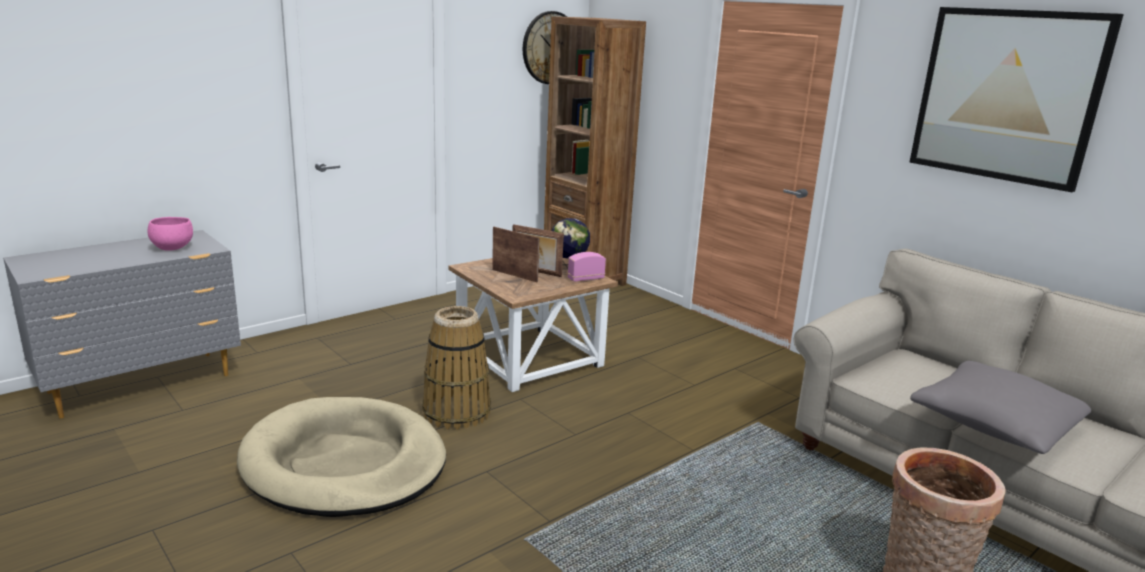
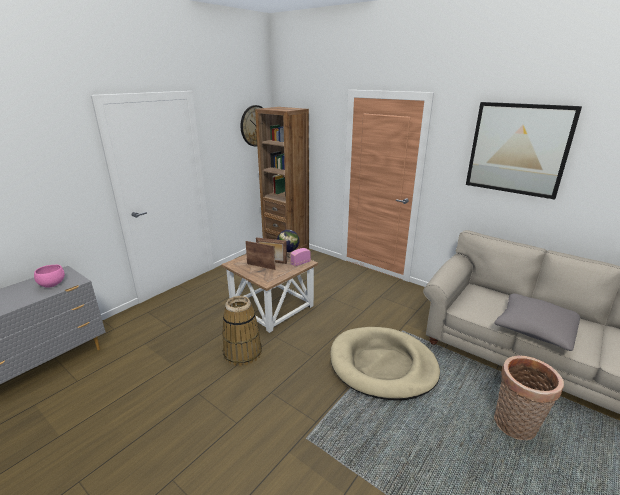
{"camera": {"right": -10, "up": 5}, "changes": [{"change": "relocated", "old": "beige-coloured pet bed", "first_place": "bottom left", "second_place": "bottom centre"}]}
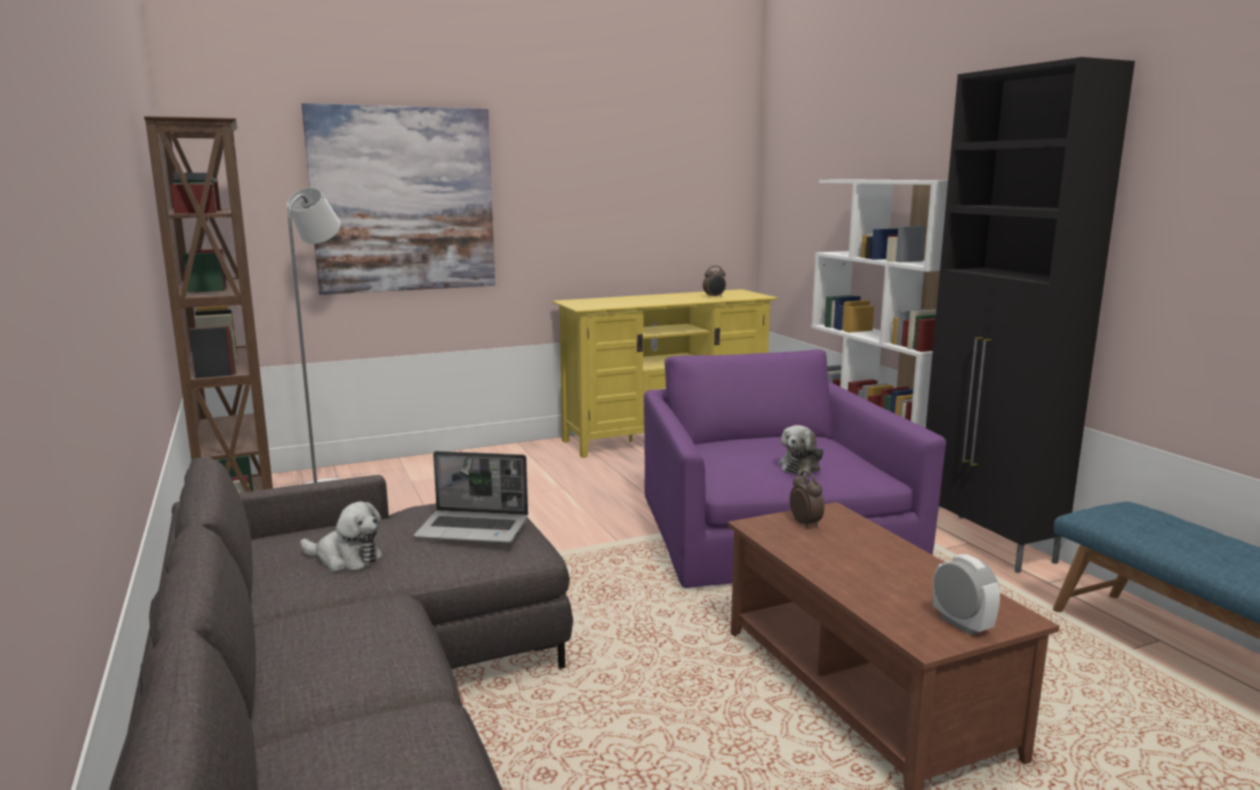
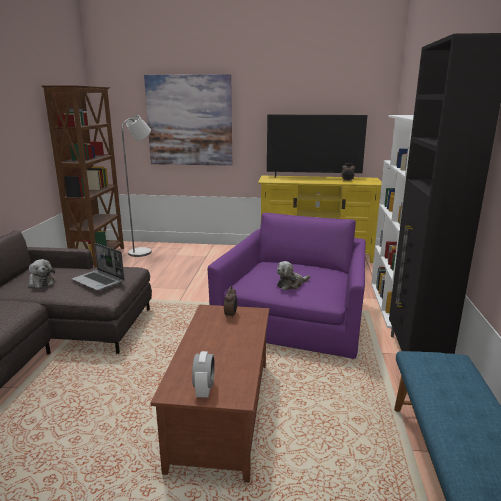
{"camera": {"right": 30, "up": 5}, "changes": [{"change": "appeared", "new": "television", "second_place": "top centre"}]}
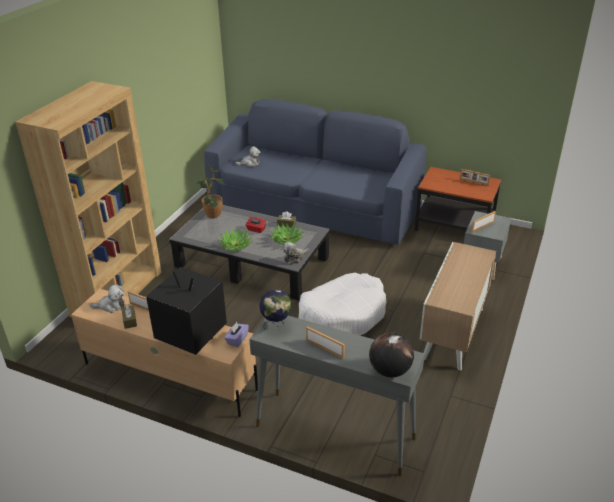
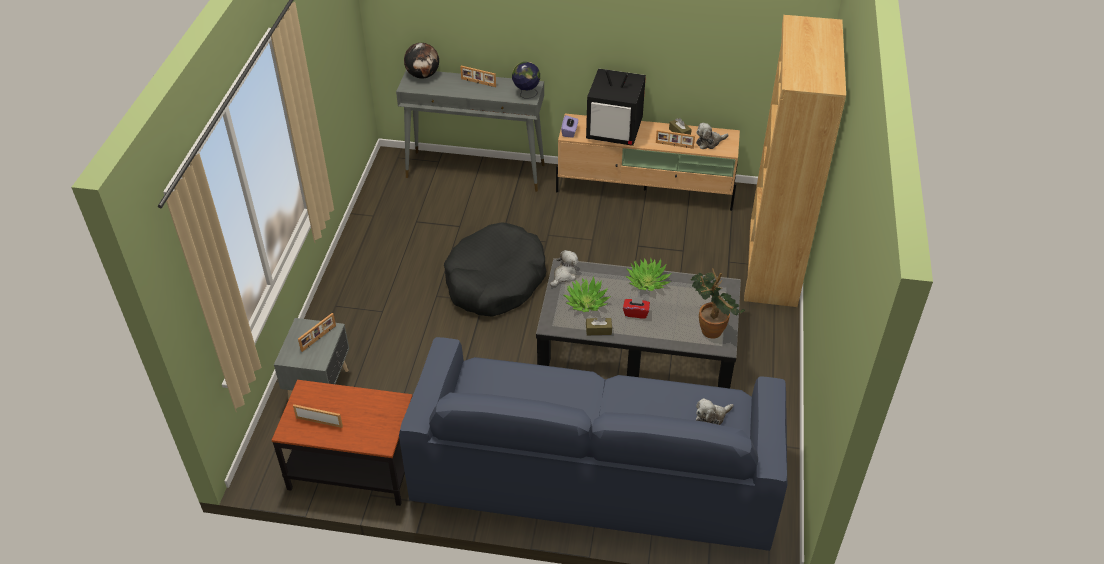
{"camera": {"right": 165, "up": 10}, "changes": [{"change": "colour", "old": "whitish pet bed", "new": "blackish pet bed", "first_place": "centre", "second_place": "centre"}, {"change": "missing", "old": "cabinet", "first_place": "middle right"}]}
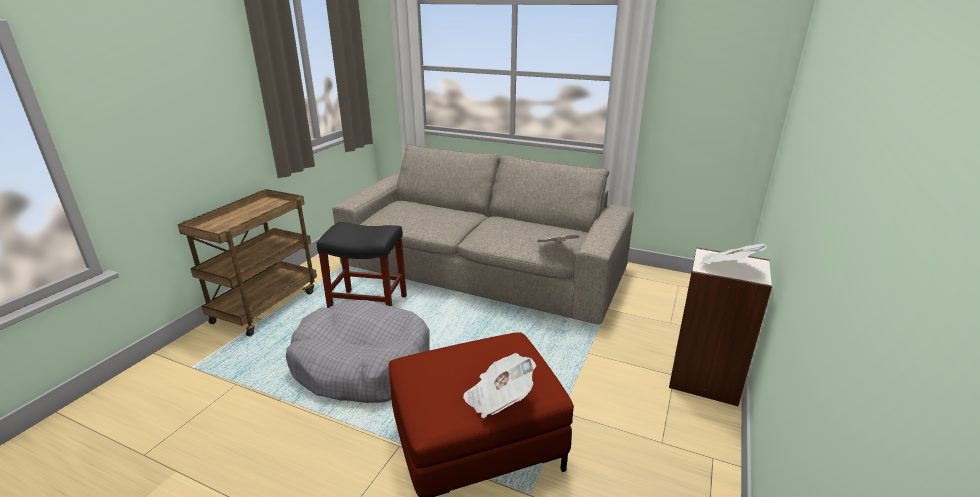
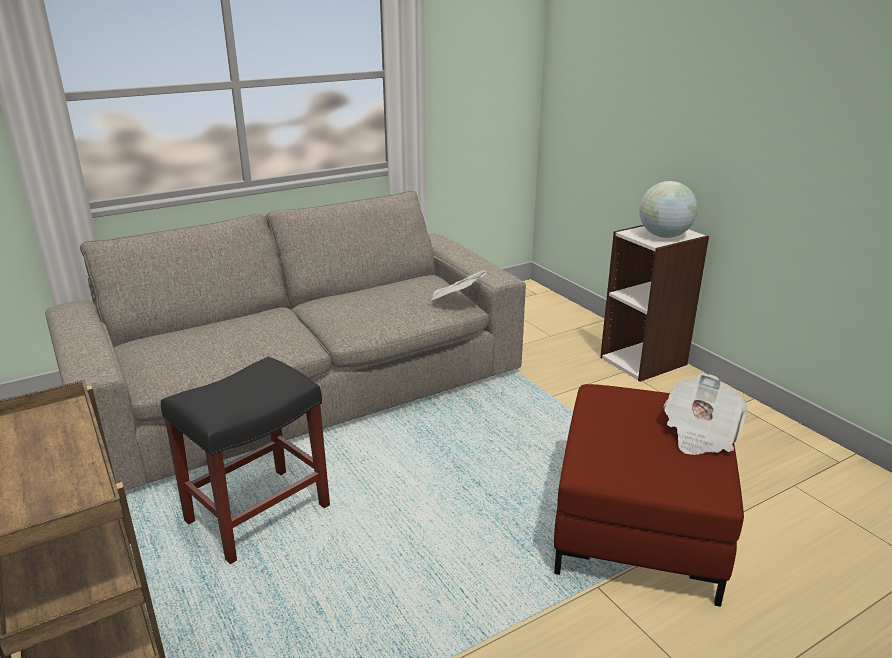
{"camera": {"right": -55, "up": 0}, "changes": [{"change": "exchanged", "old": "printed paper (no. 3 from left)", "new": "globe", "first_place": "middle right", "second_place": "top right"}, {"change": "missing", "old": "grey pet bed", "first_place": "bottom centre"}]}
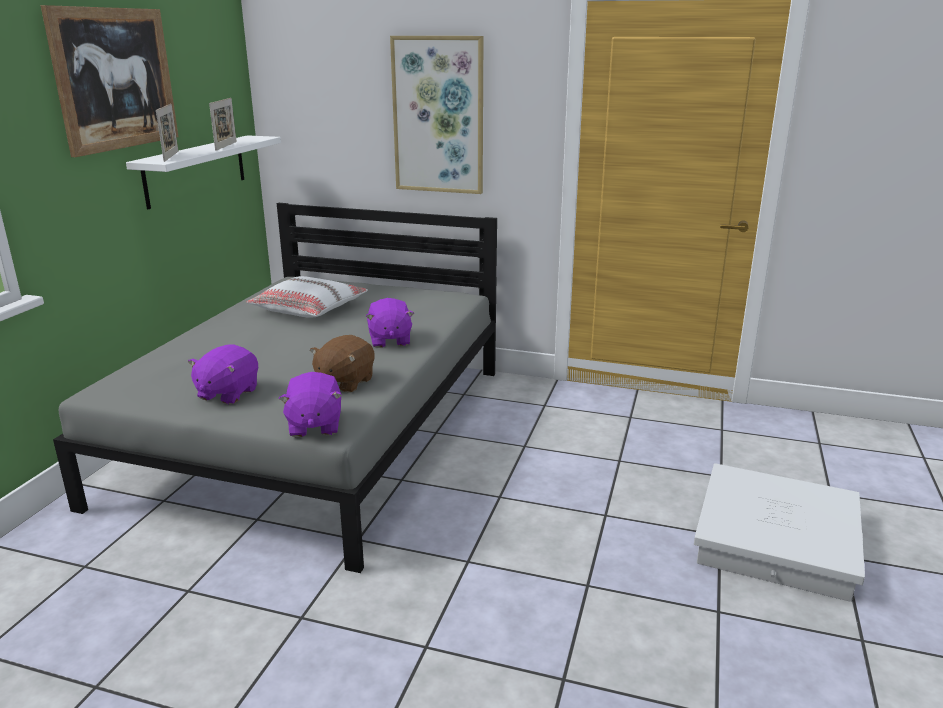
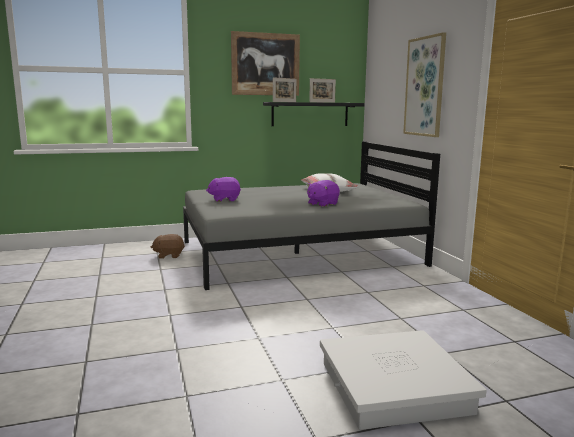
{"camera": {"right": 55, "up": -10}, "changes": [{"change": "relocated", "old": "brown cuddly toy", "first_place": "centre", "second_place": "middle left"}, {"change": "colour", "old": "whitish bracket shelf", "new": "blackish bracket shelf", "first_place": "top left", "second_place": "top centre"}, {"change": "missing", "old": "purple-coloured cuddly toy (no. 2 from left)", "first_place": "middle left"}]}
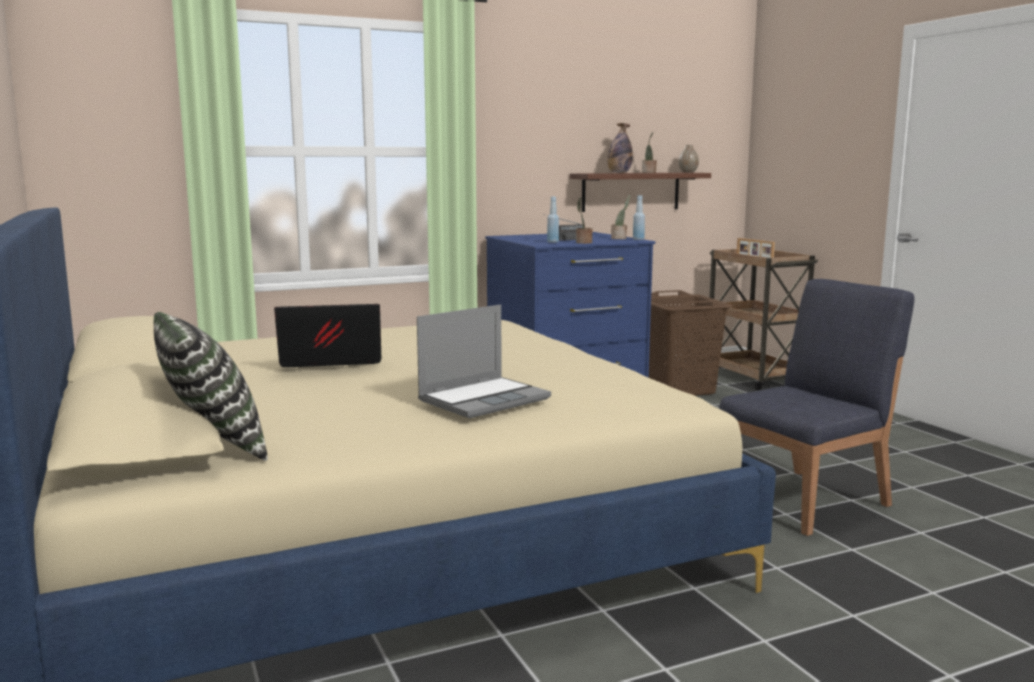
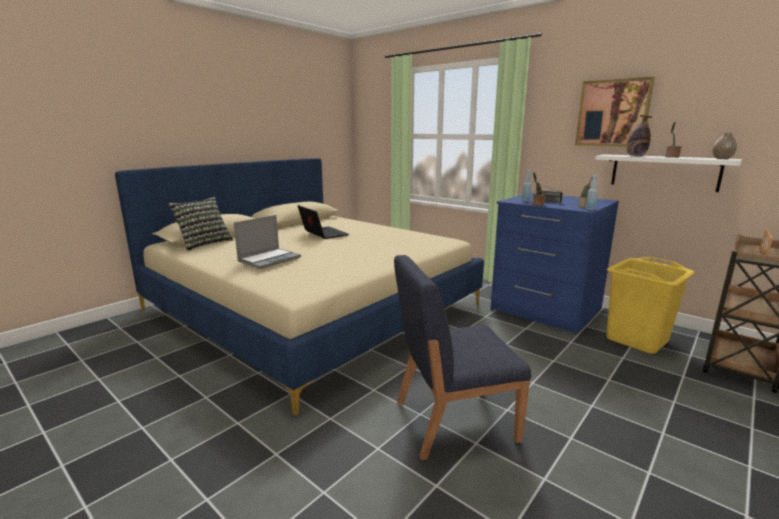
{"camera": {"right": 65, "up": 5}, "changes": [{"change": "spun", "old": "portable computer (no. 2 from left in the first image)", "first_place": "centre", "second_place": "centre", "degrees": -75}, {"change": "spun", "old": "blue-coloured plain chair", "first_place": "middle right", "second_place": "bottom centre", "degrees": 135}, {"change": "appeared", "new": "picture", "second_place": "top right"}, {"change": "colour", "old": "brown bracket shelf", "new": "whitish bracket shelf", "first_place": "top centre", "second_place": "middle right"}, {"change": "colour", "old": "brown washing basket", "new": "yellow washing basket", "first_place": "middle right", "second_place": "middle right"}]}
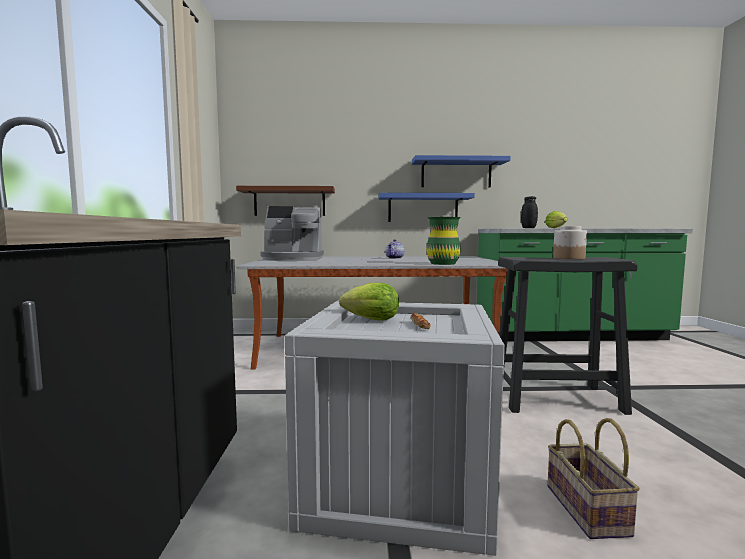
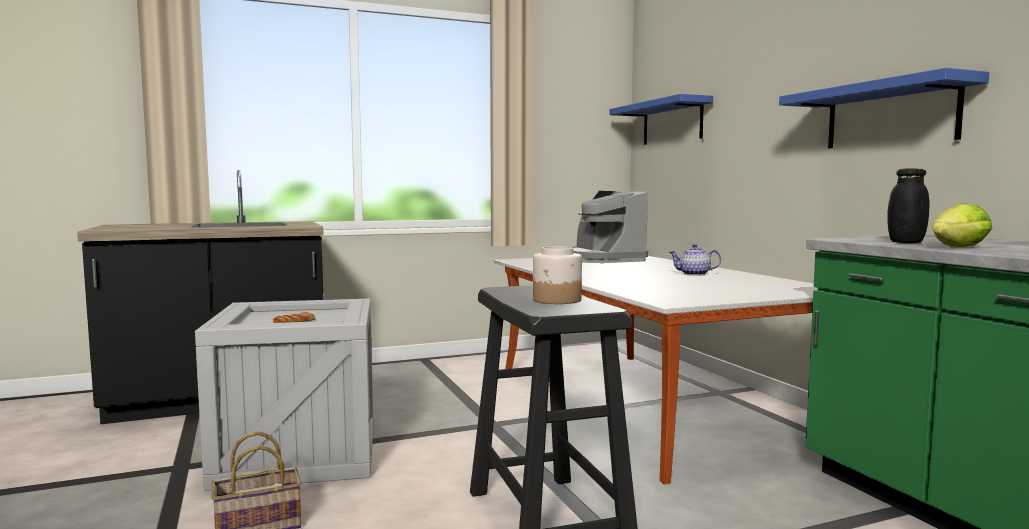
{"camera": {"right": 70, "up": 0}, "changes": [{"change": "relocated", "old": "blue-coloured bracket shelf (no. 1 from left)", "first_place": "centre", "second_place": "top centre"}, {"change": "missing", "old": "brown bracket shelf", "first_place": "centre"}, {"change": "missing", "old": "lettuce head (no. 1 from left)", "first_place": "centre"}, {"change": "missing", "old": "green decorative vase", "first_place": "centre"}]}
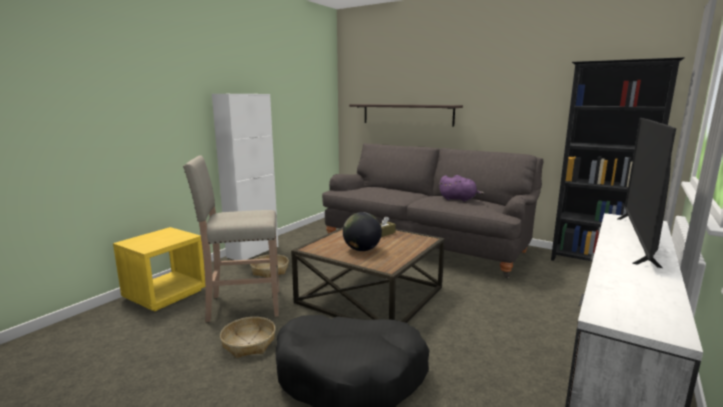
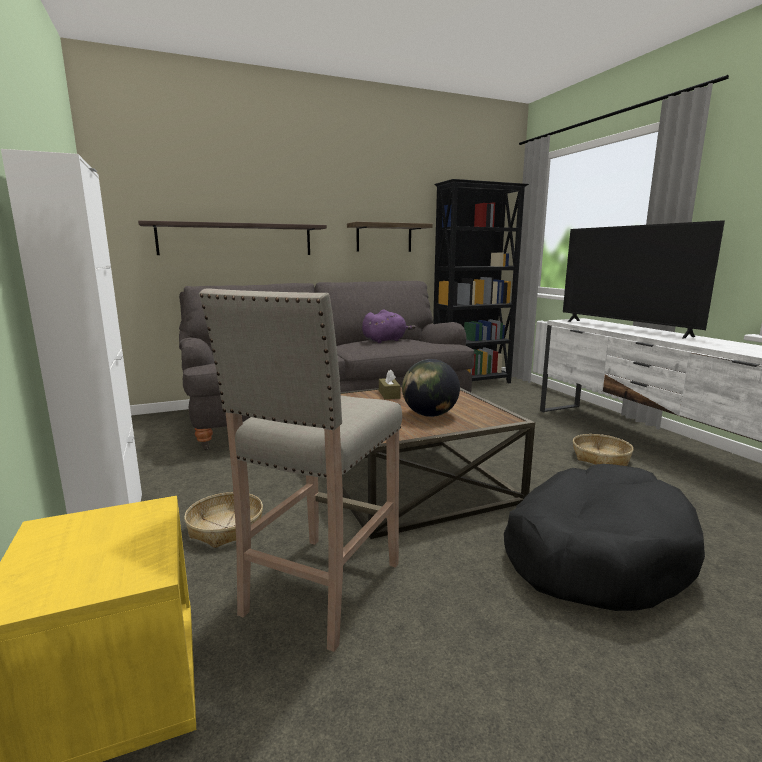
{"camera": {"right": -55, "up": 0}, "changes": [{"change": "appeared", "new": "bracket shelf (no. 2 from left)", "second_place": "top centre"}, {"change": "relocated", "old": "storage basket (no. 1 from left in the first image)", "new": "storage basket (no. 2 from left)", "first_place": "bottom centre", "second_place": "middle right"}]}
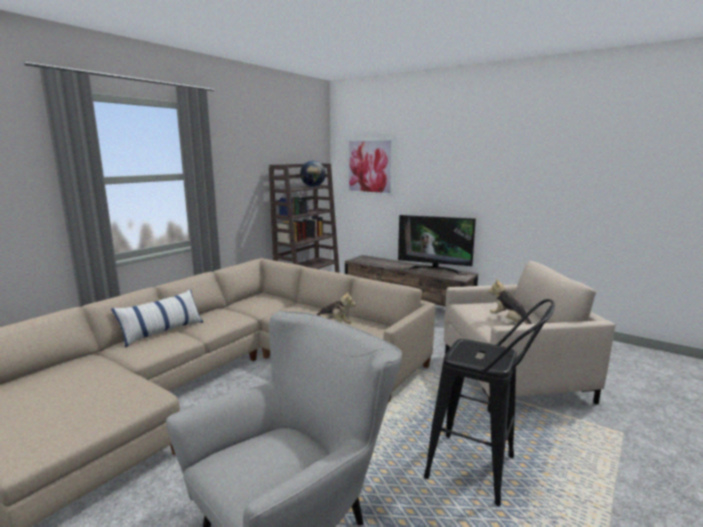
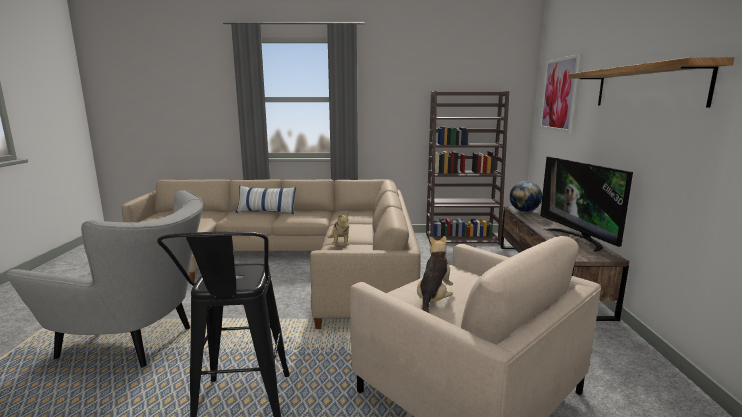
{"camera": {"right": 55, "up": 0}, "changes": [{"change": "relocated", "old": "globe", "first_place": "top centre", "second_place": "middle right"}, {"change": "appeared", "new": "bracket shelf", "second_place": "top right"}]}
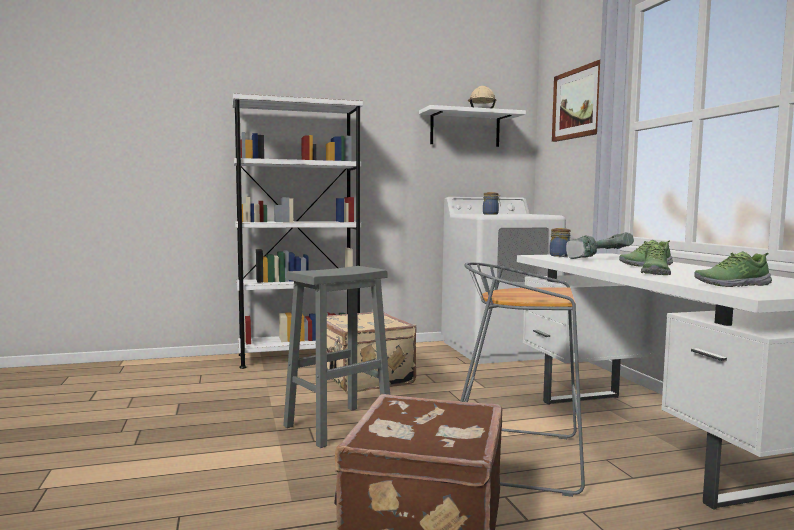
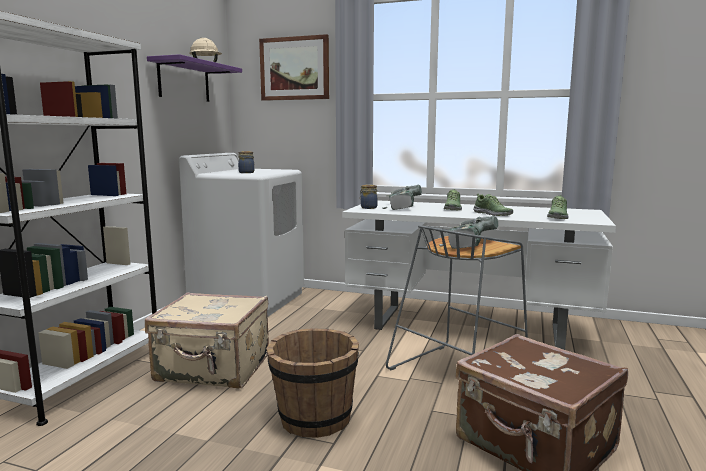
{"camera": {"right": -55, "up": 5}, "changes": [{"change": "colour", "old": "whitish bracket shelf", "new": "purple-coloured bracket shelf", "first_place": "top centre", "second_place": "top left"}, {"change": "exchanged", "old": "grey stool seat (no. 1 from left)", "new": "brown pail", "first_place": "bottom centre", "second_place": "bottom centre"}, {"change": "appeared", "new": "drill (no. 2 from left)", "second_place": "centre"}]}
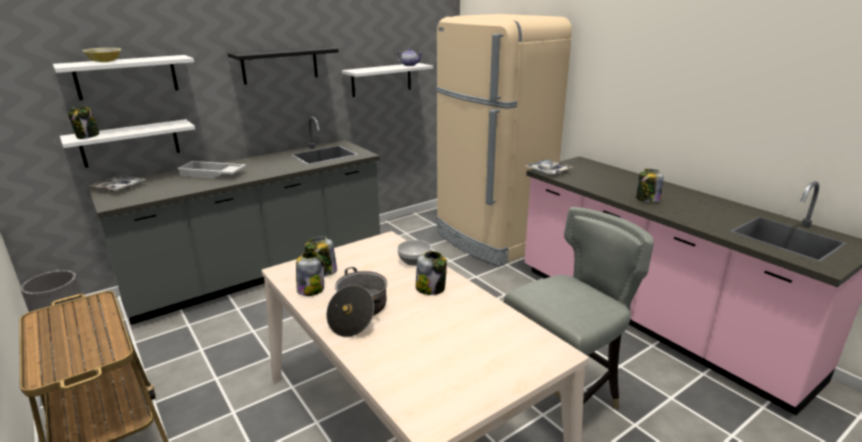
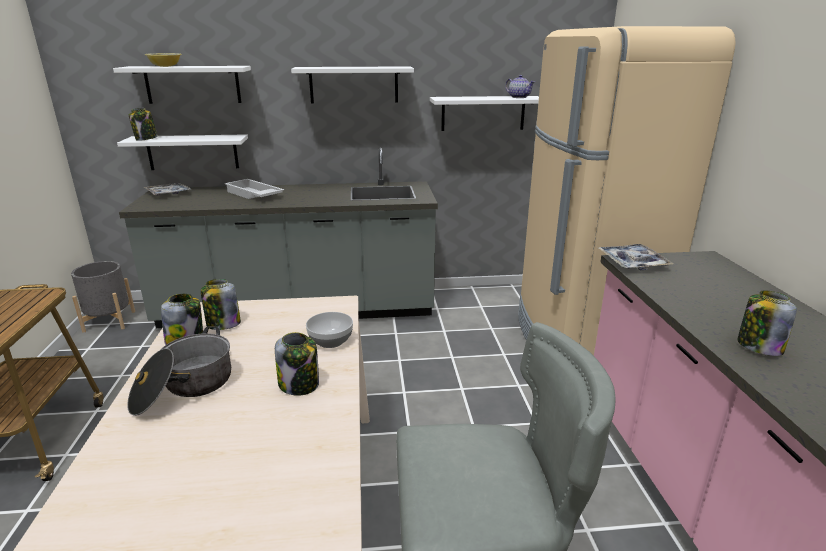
{"camera": {"right": 30, "up": 0}, "changes": [{"change": "colour", "old": "blackish bracket shelf", "new": "whitish bracket shelf (no. 3 from left)", "first_place": "top left", "second_place": "top centre"}]}
